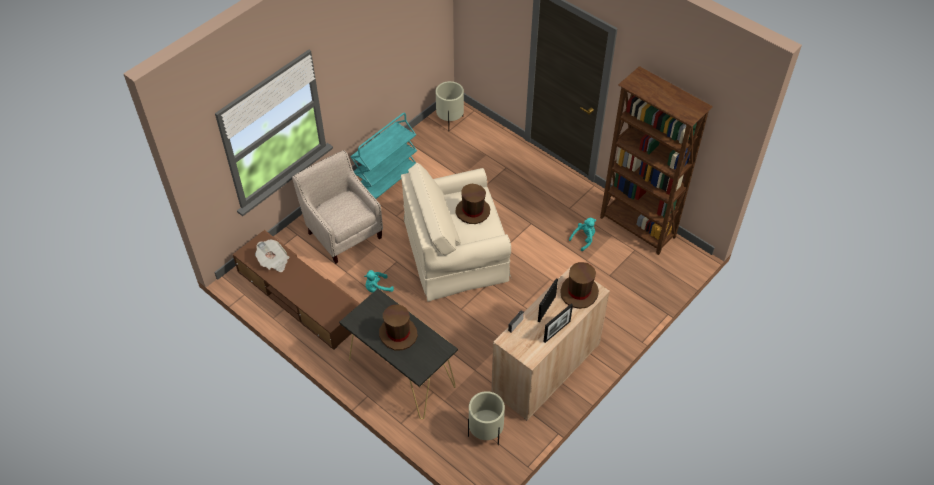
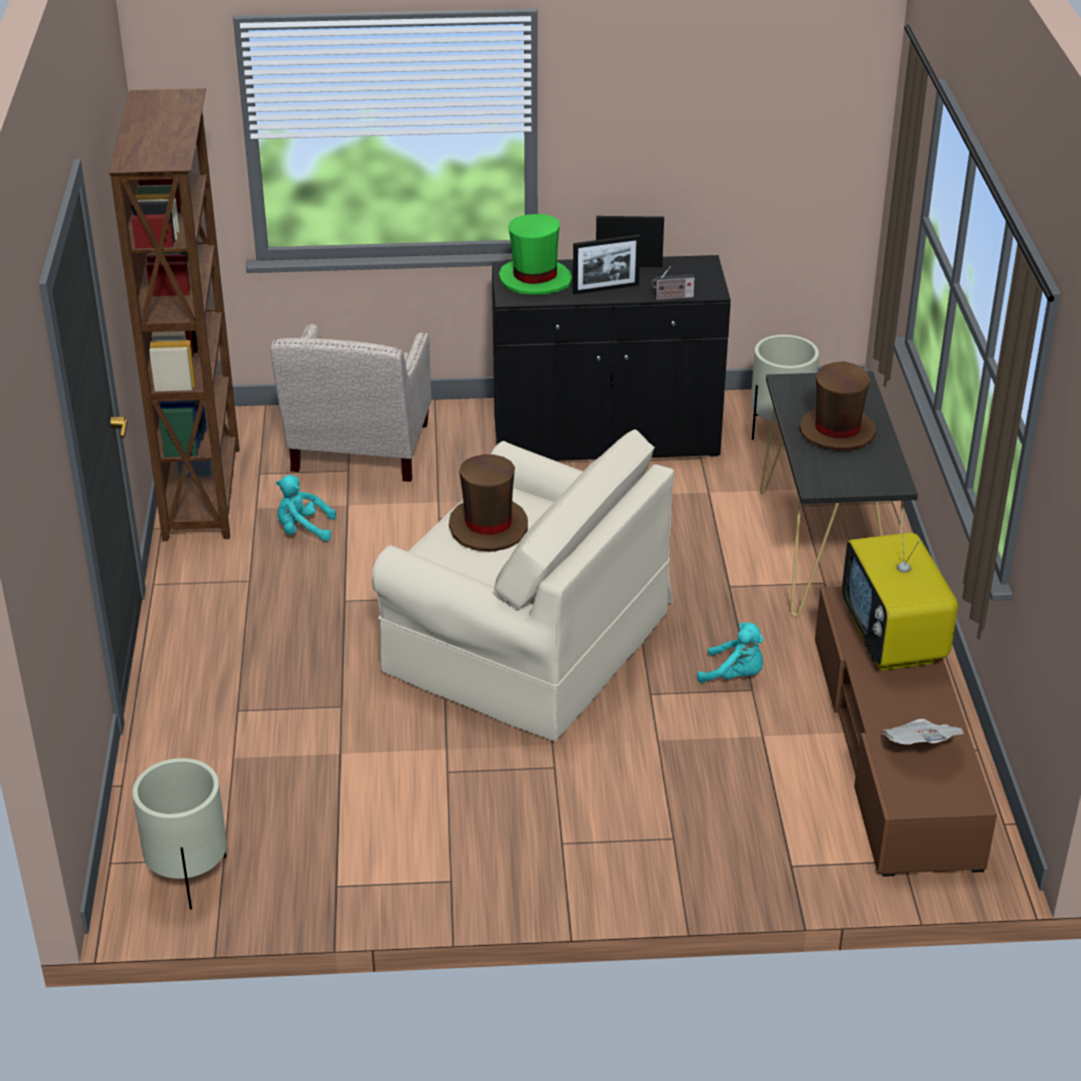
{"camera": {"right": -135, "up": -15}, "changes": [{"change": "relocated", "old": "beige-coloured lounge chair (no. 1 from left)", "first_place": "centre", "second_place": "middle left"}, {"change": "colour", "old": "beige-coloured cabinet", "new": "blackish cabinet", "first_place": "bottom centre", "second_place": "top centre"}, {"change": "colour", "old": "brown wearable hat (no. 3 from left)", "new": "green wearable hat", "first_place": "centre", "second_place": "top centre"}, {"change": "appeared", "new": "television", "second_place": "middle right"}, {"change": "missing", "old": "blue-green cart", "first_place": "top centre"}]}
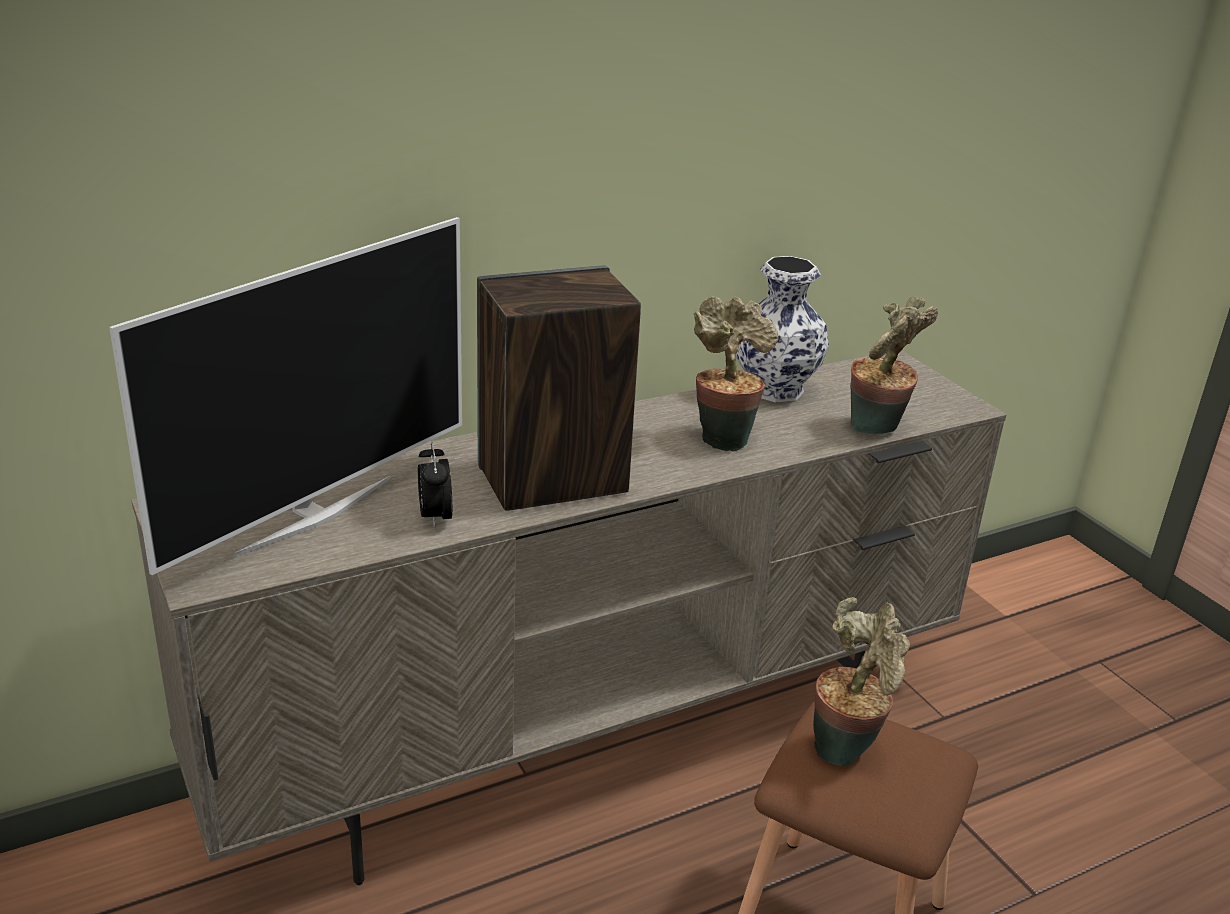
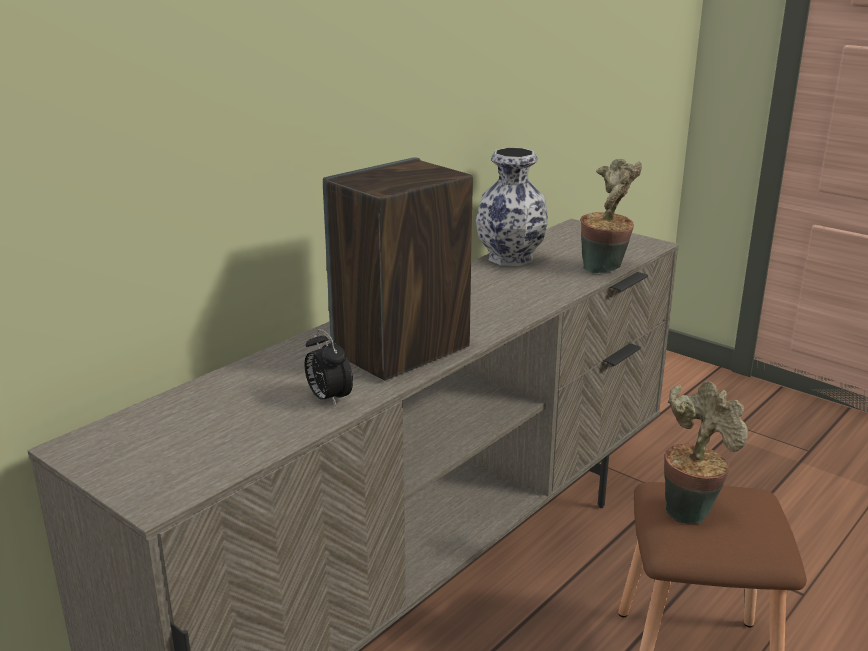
{"camera": {"right": -20, "up": -5}, "changes": [{"change": "missing", "old": "television", "first_place": "middle left"}, {"change": "missing", "old": "houseplant (no. 1 from left)", "first_place": "centre"}]}
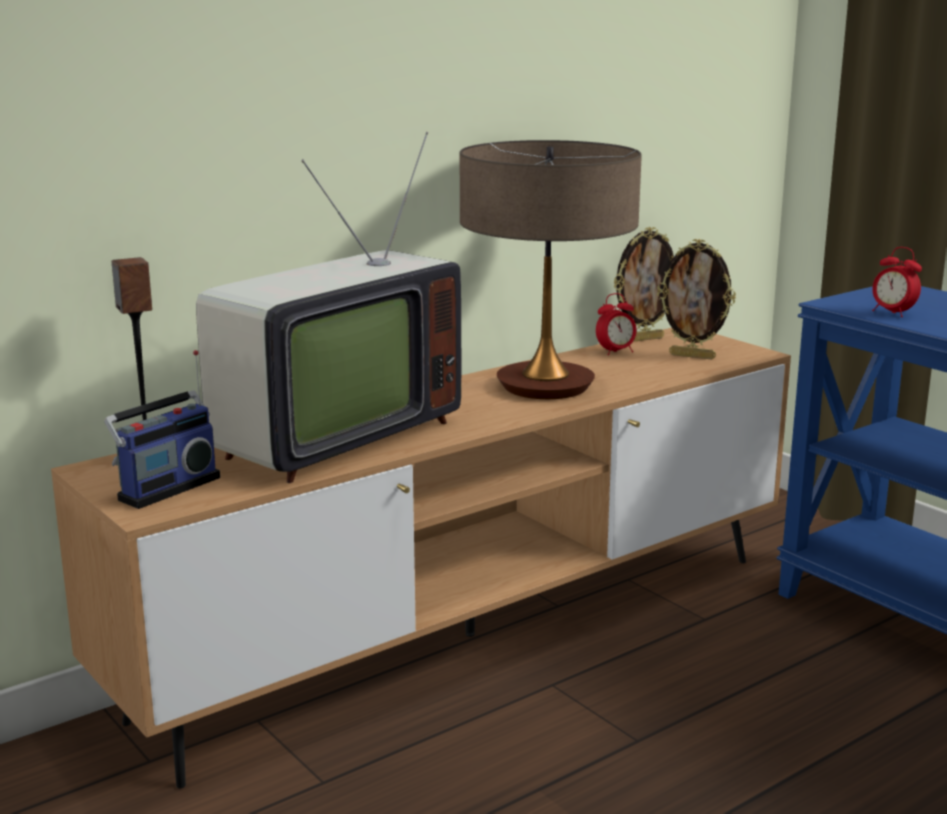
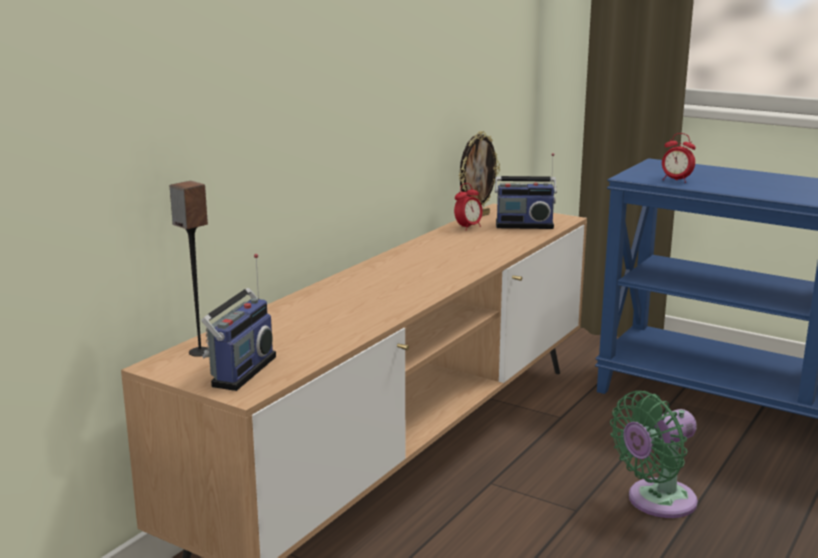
{"camera": {"right": -20, "up": 0}, "changes": [{"change": "exchanged", "old": "picture frame (no. 2 from left)", "new": "radio receiver (no. 2 from left)", "first_place": "middle right", "second_place": "centre"}, {"change": "appeared", "new": "green fan", "second_place": "bottom right"}, {"change": "missing", "old": "television", "first_place": "centre"}, {"change": "missing", "old": "tabletop lamp", "first_place": "top centre"}]}
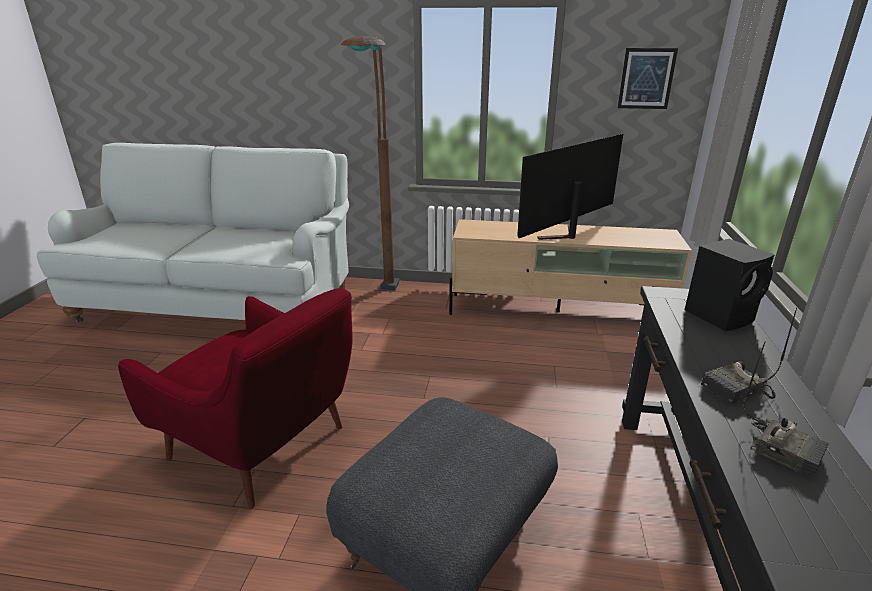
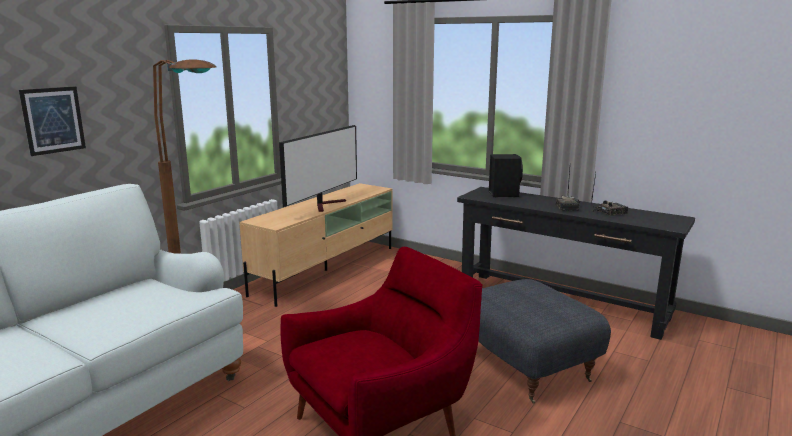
{"camera": {"right": -65, "up": -10}, "changes": [{"change": "relocated", "old": "picture", "first_place": "top right", "second_place": "top left"}, {"change": "spun", "old": "television", "first_place": "top centre", "second_place": "centre", "degrees": -135}]}
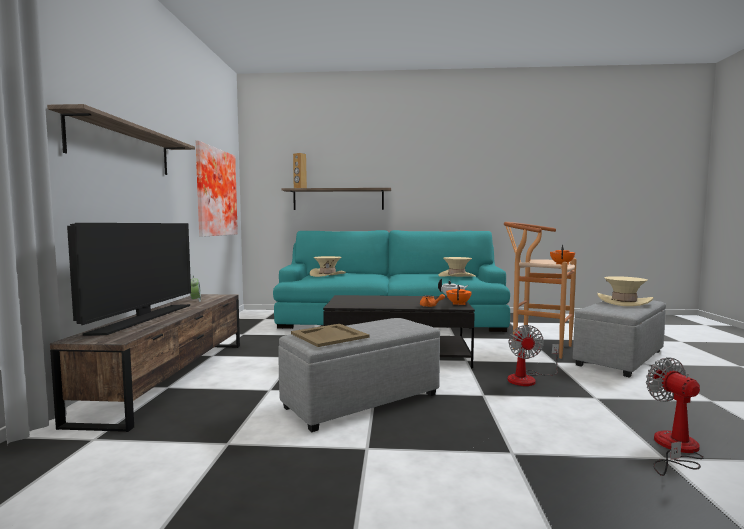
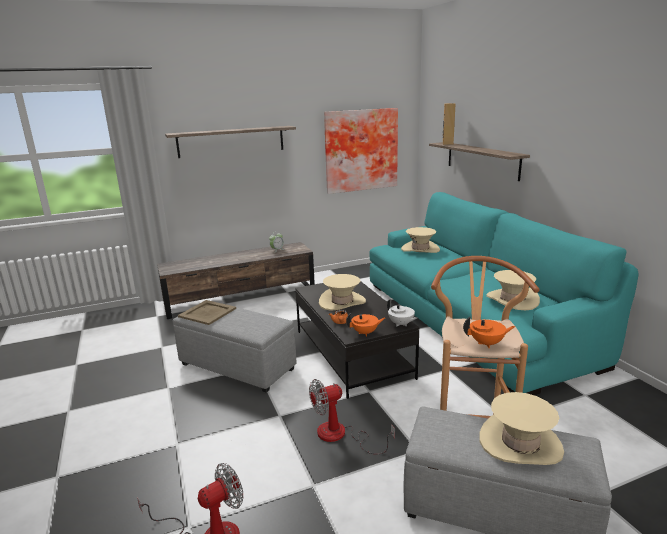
{"camera": {"right": 65, "up": 15}, "changes": [{"change": "appeared", "new": "beige-coloured wearable hat (no. 1 from left)", "second_place": "centre"}, {"change": "missing", "old": "television", "first_place": "middle left"}]}
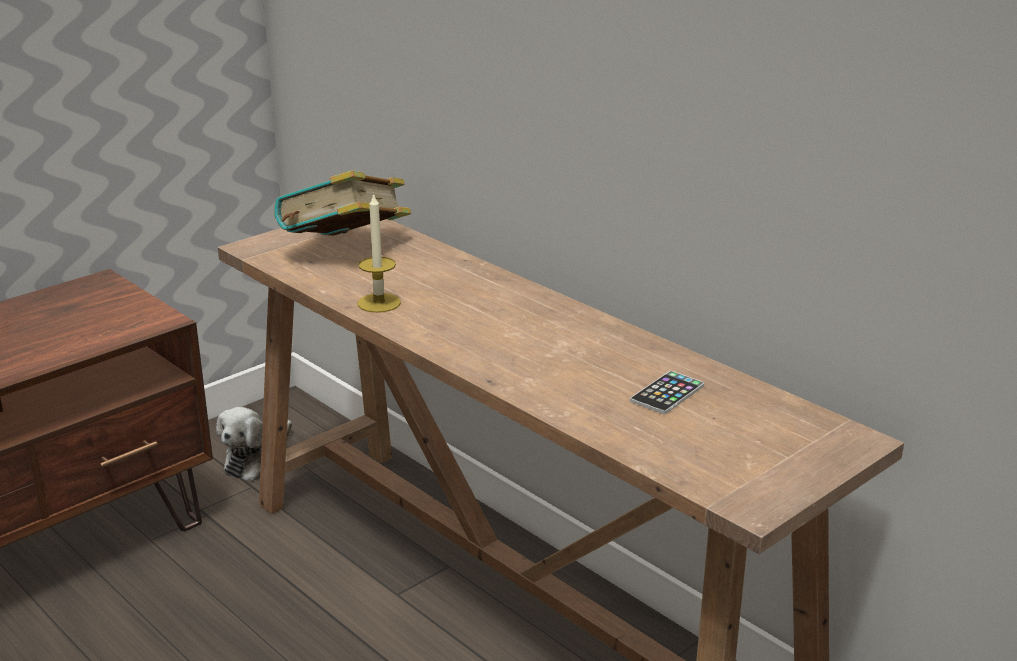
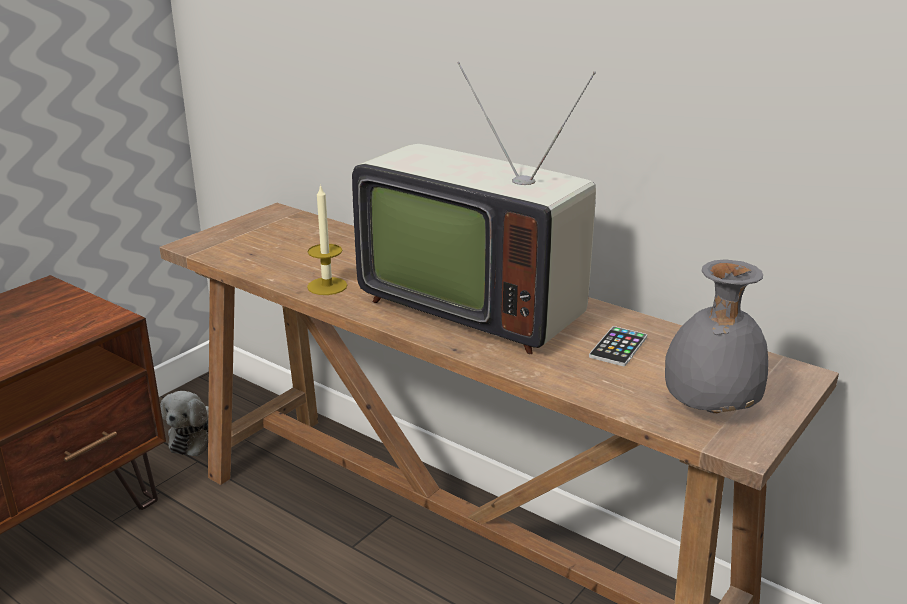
{"camera": {"right": -10, "up": 0}, "changes": [{"change": "appeared", "new": "television", "second_place": "centre"}, {"change": "appeared", "new": "grey decorative vase", "second_place": "middle right"}, {"change": "missing", "old": "bound book", "first_place": "top centre"}]}
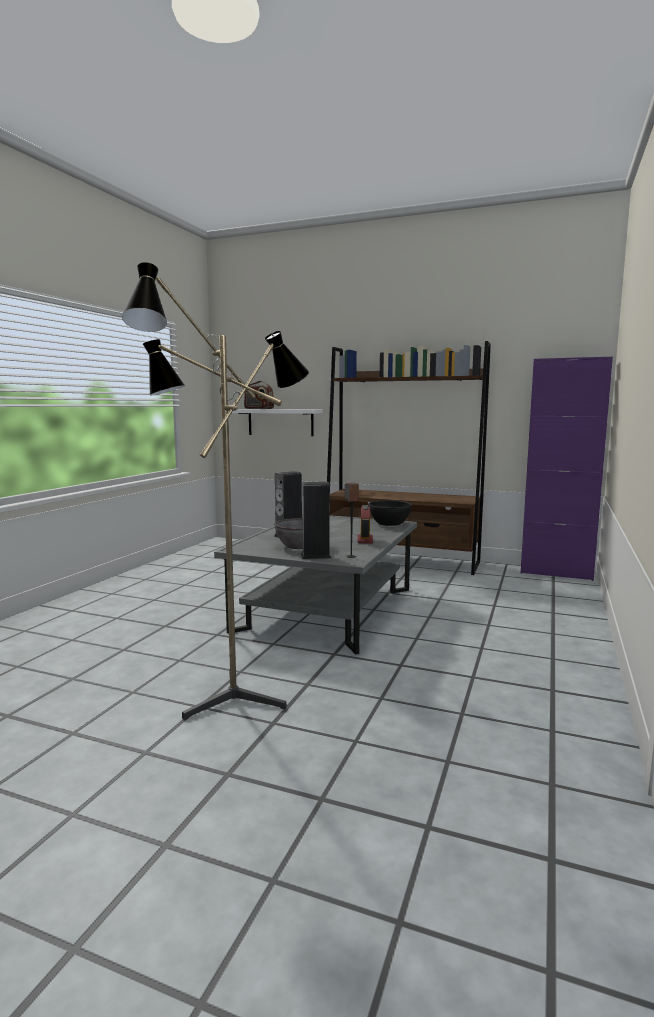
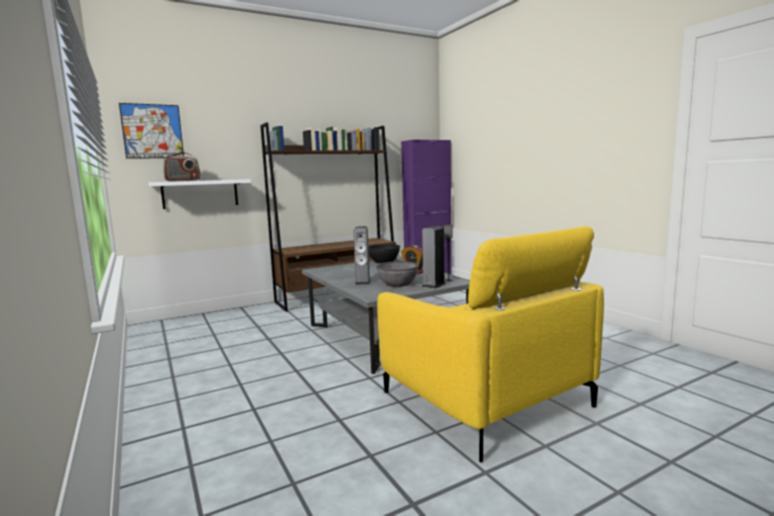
{"camera": {"right": -50, "up": 0}, "changes": [{"change": "appeared", "new": "picture", "second_place": "top left"}, {"change": "exchanged", "old": "floor lamp", "new": "yellow lounge chair", "first_place": "middle left", "second_place": "bottom centre"}]}
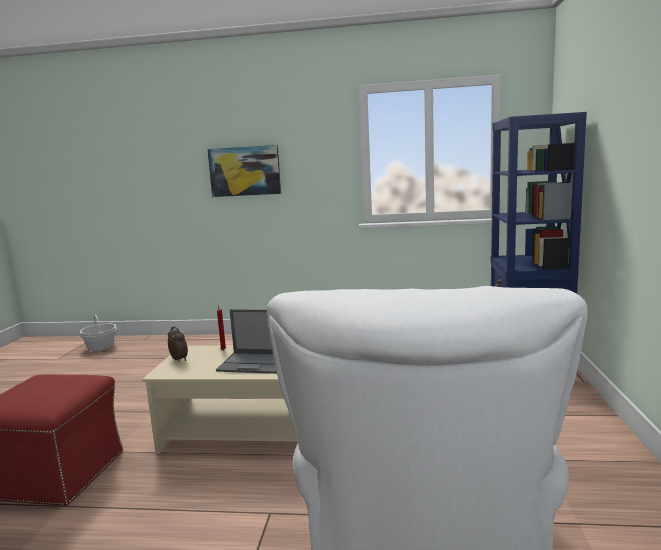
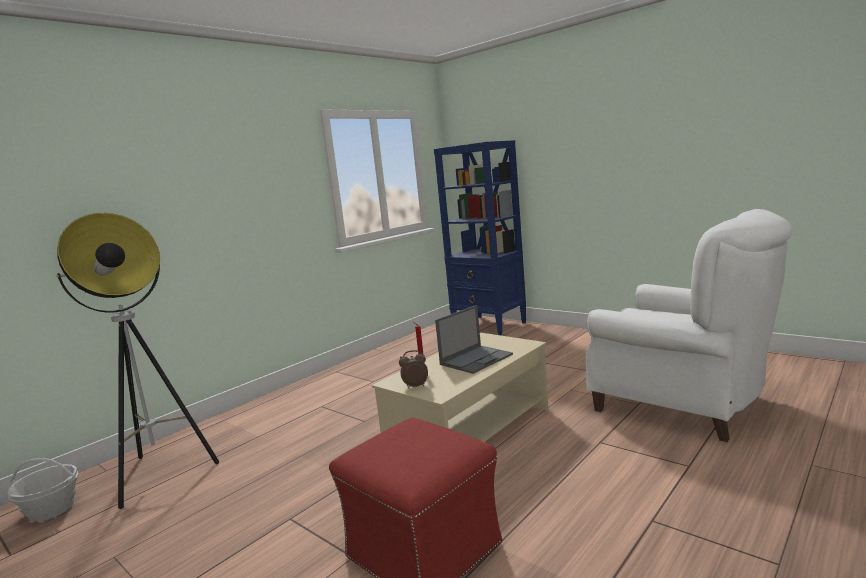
{"camera": {"right": -55, "up": 0}, "changes": [{"change": "appeared", "new": "floor lamp", "second_place": "middle left"}, {"change": "missing", "old": "picture", "first_place": "top centre"}]}
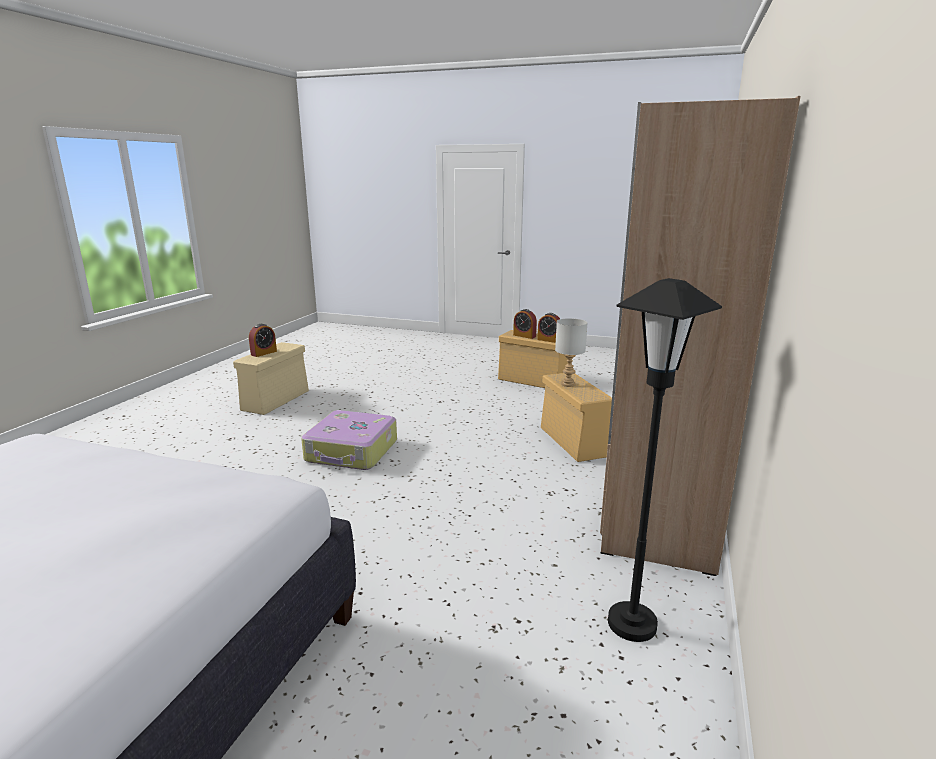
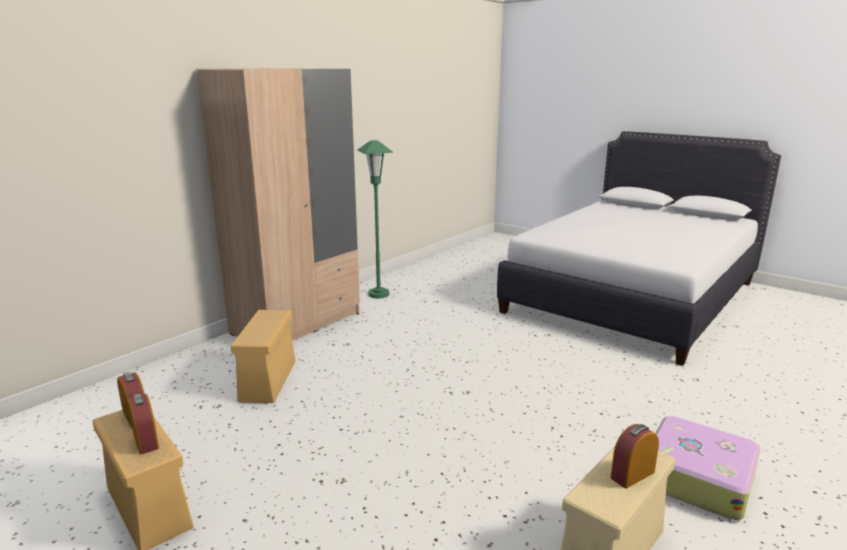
{"camera": {"right": -160, "up": 0}, "changes": [{"change": "colour", "old": "blackish floor lamp", "new": "green floor lamp", "first_place": "middle right", "second_place": "centre"}, {"change": "relocated", "old": "piece of luggage", "first_place": "centre", "second_place": "bottom right"}, {"change": "missing", "old": "grey tabletop lamp", "first_place": "centre"}]}
